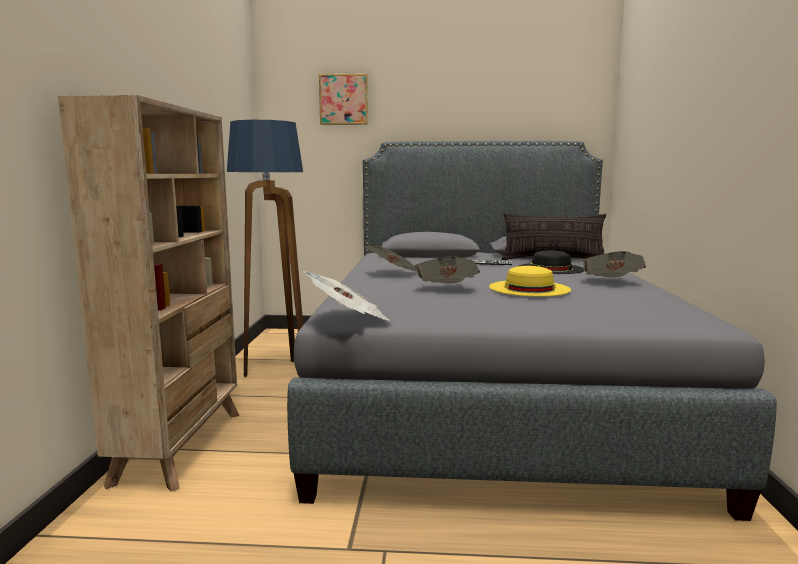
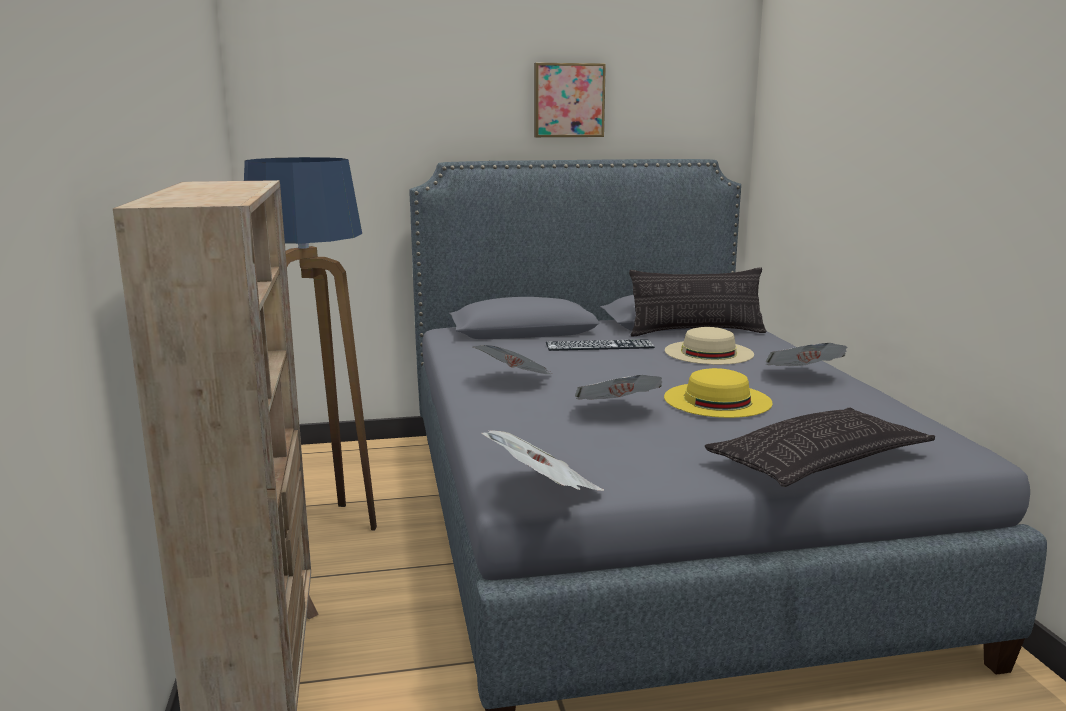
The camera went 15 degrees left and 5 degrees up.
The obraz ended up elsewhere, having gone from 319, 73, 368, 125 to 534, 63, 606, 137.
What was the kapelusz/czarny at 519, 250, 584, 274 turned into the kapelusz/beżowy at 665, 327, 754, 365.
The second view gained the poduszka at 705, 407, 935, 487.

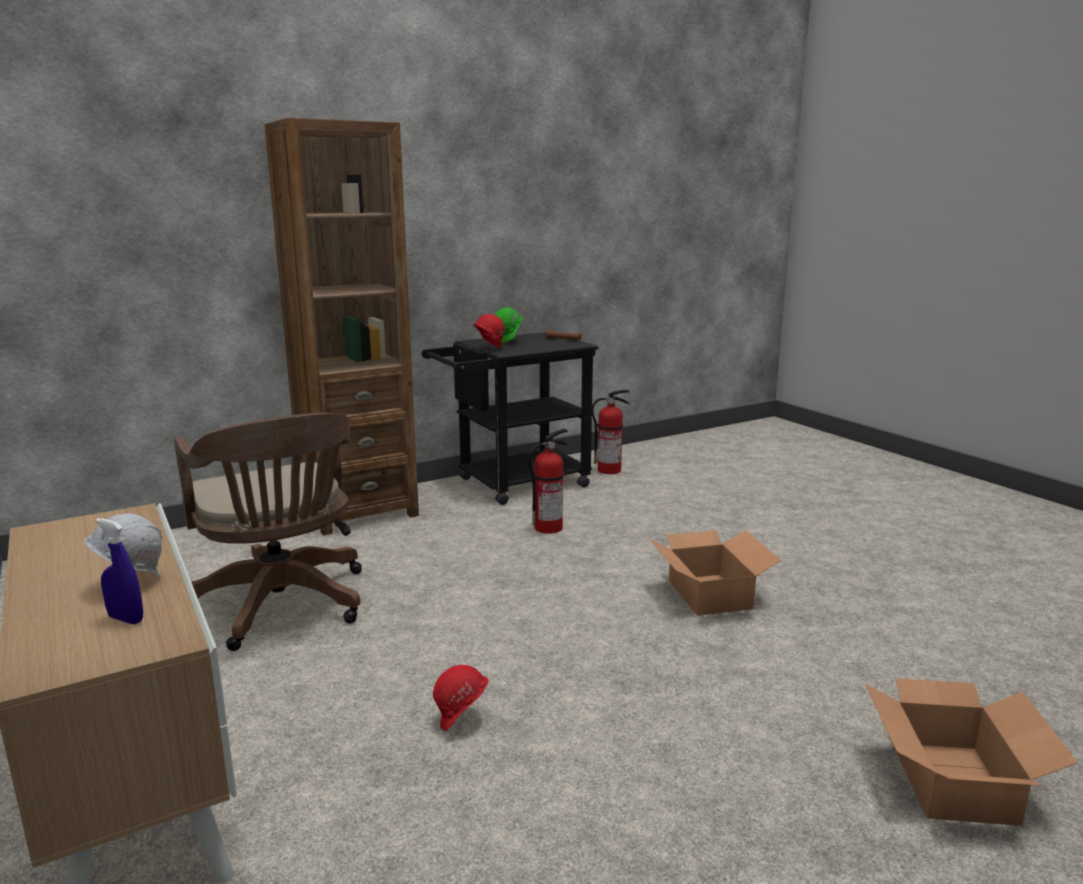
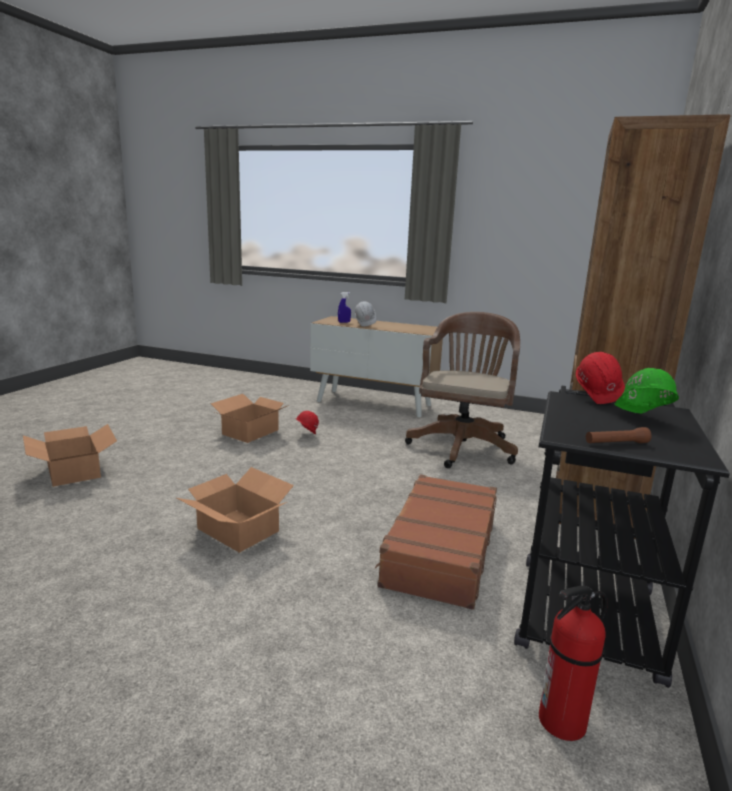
The camera went 140 degrees right and 0 degrees up.
The second view gained the karton at 211, 394, 289, 443.
Where the gaśnica stood at 528, 429, 568, 534, the walizka/brązowy came to stand at 375, 474, 497, 610.
The krzesło biurowe/brązowy at 174, 413, 362, 651 ended up facing another way, 90 degrees clockwise from before.

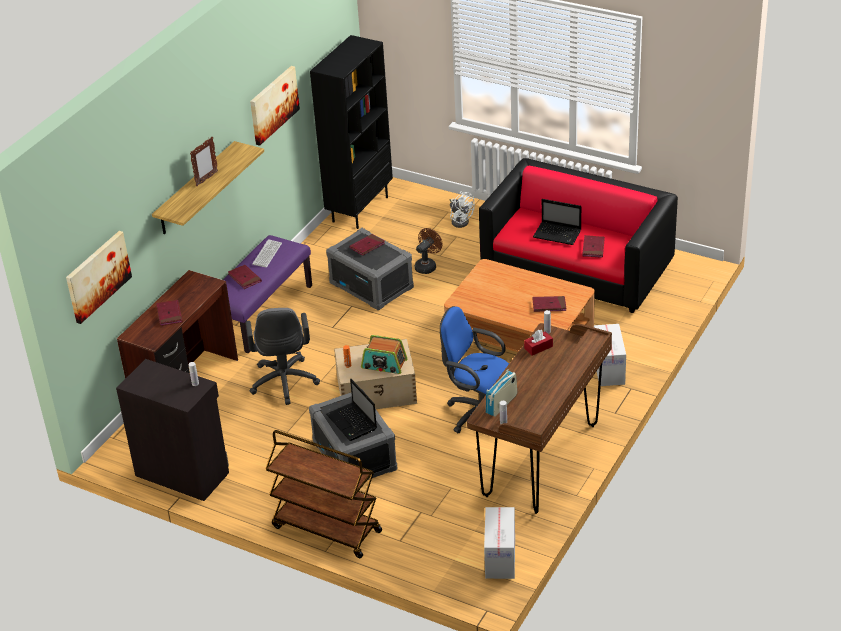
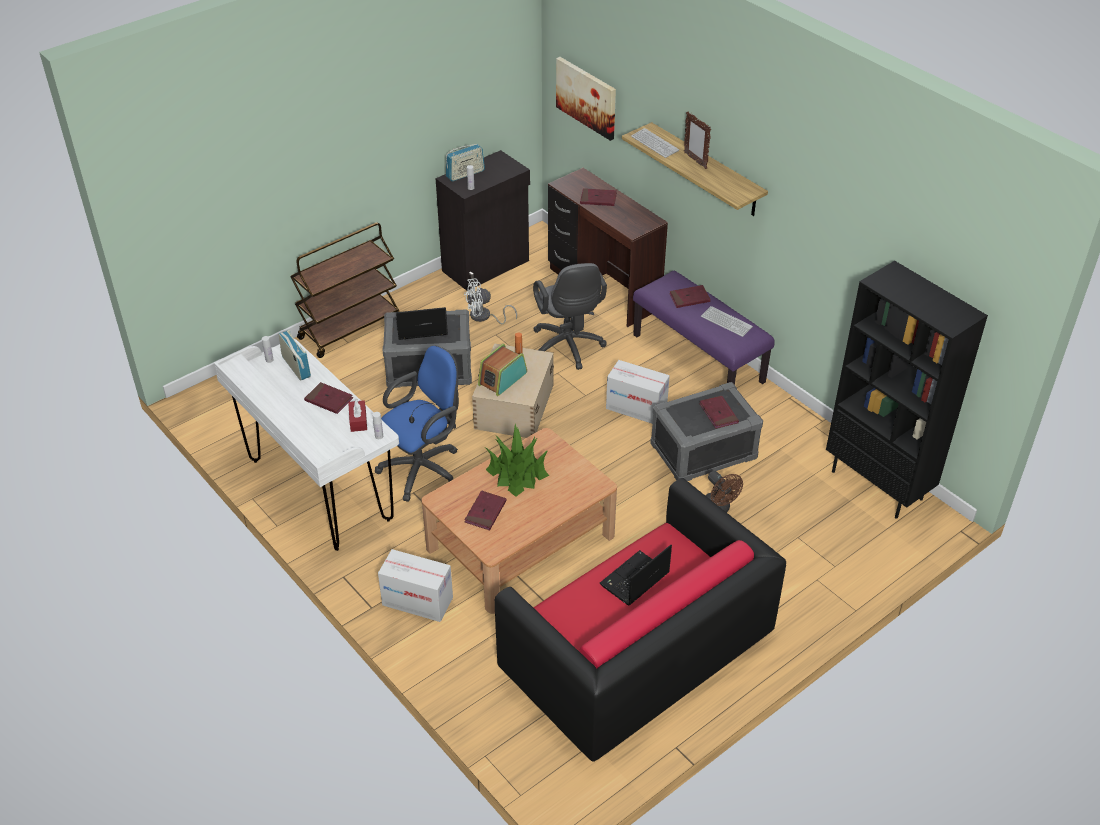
The camera went 110 degrees right and 5 degrees up.
What was the biurko/brązowy at 467, 323, 612, 514 turned into the biurko/biały at 214, 339, 399, 551.
The książka/czerwony ended up elsewhere, having gone from 582, 235, 605, 258 to 304, 382, 353, 414.
The second view gained the radio at 446, 144, 485, 181.
The wentylator/biały ended up elsewhere, having gone from 450, 191, 474, 228 to 464, 278, 517, 324.
The second view gained the roślina doniczkowa at 486, 424, 549, 497.
The krzesło biurowe/szary at 246, 308, 320, 405 ended up facing another way, 120 degrees counterclockwise from before.
The karton ended up elsewhere, having gone from 484, 507, 515, 579 to 606, 360, 670, 424.
The second view gained the klawiatura at 631, 128, 679, 158.
The second view lost the obraz at 250, 66, 300, 146.

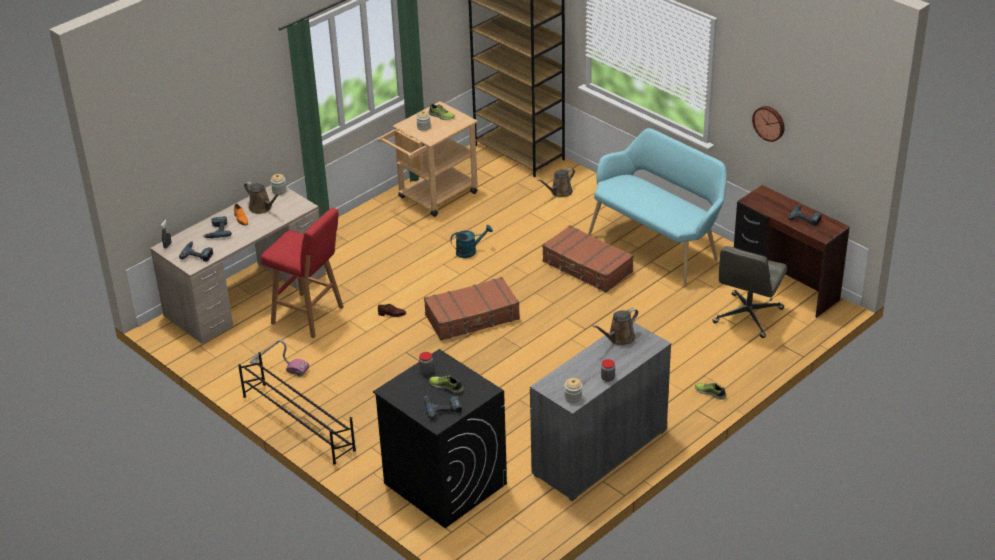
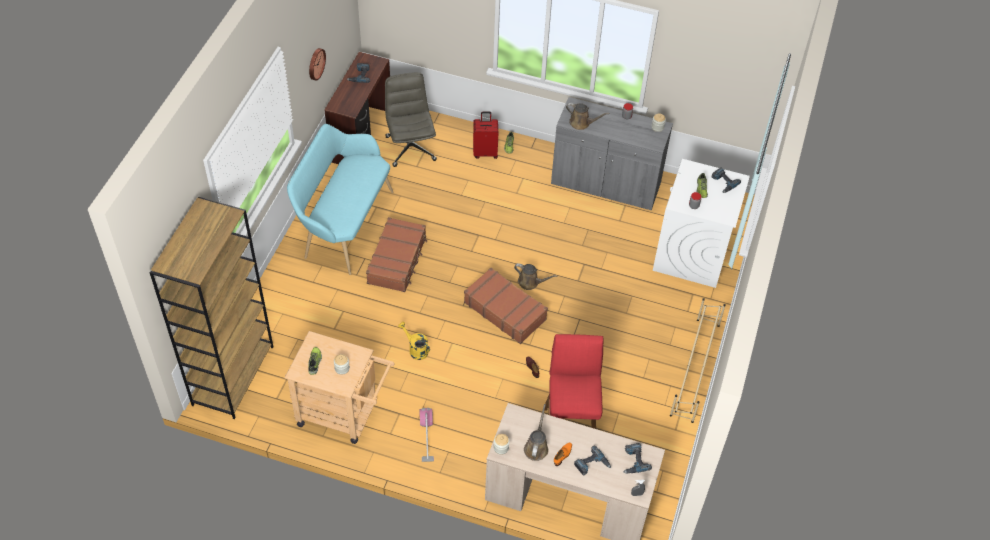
The camera went 120 degrees left and 15 degrees up.
The krzesło biurowe/szary at 712, 246, 787, 338 ended up facing another way, 105 degrees counterclockwise from before.
What was the konewka/turkusowy at 450, 225, 493, 258 turned into the konewka/żółty at 398, 322, 430, 360.
The odkurzacz ended up elsewhere, having gone from 250, 340, 309, 377 to 420, 408, 434, 462.
The second view gained the walizka/czerwony at 473, 112, 498, 159.
The konewka/brązowy ended up elsewhere, having gone from 538, 168, 575, 197 to 514, 263, 557, 290.
What was the pralka/czarny at 373, 349, 507, 528 turned into the pralka/biały at 653, 159, 750, 288.
What was the regał na buty/czarny at 238, 352, 356, 465 turned into the regał na buty/beżowy at 670, 298, 726, 423.

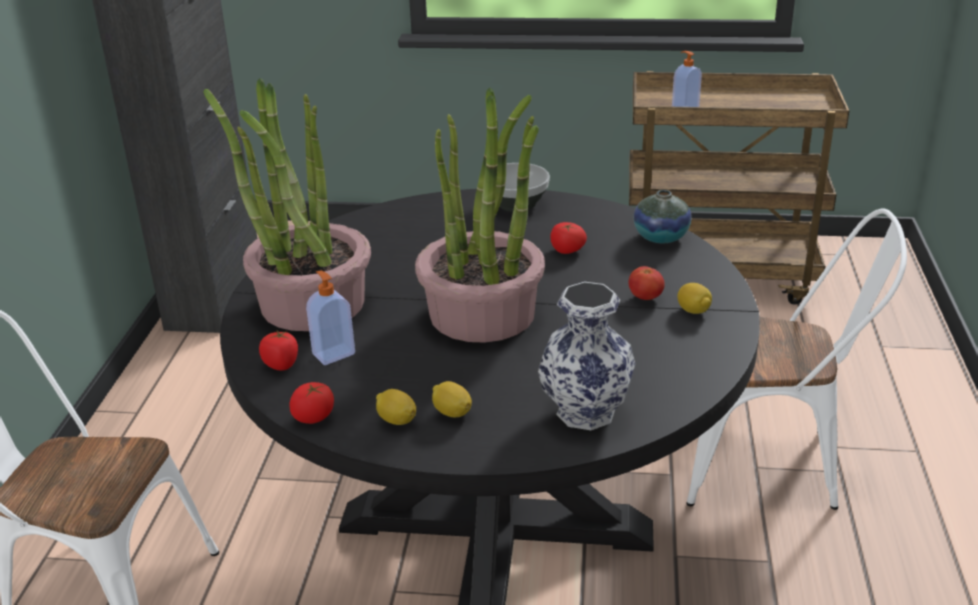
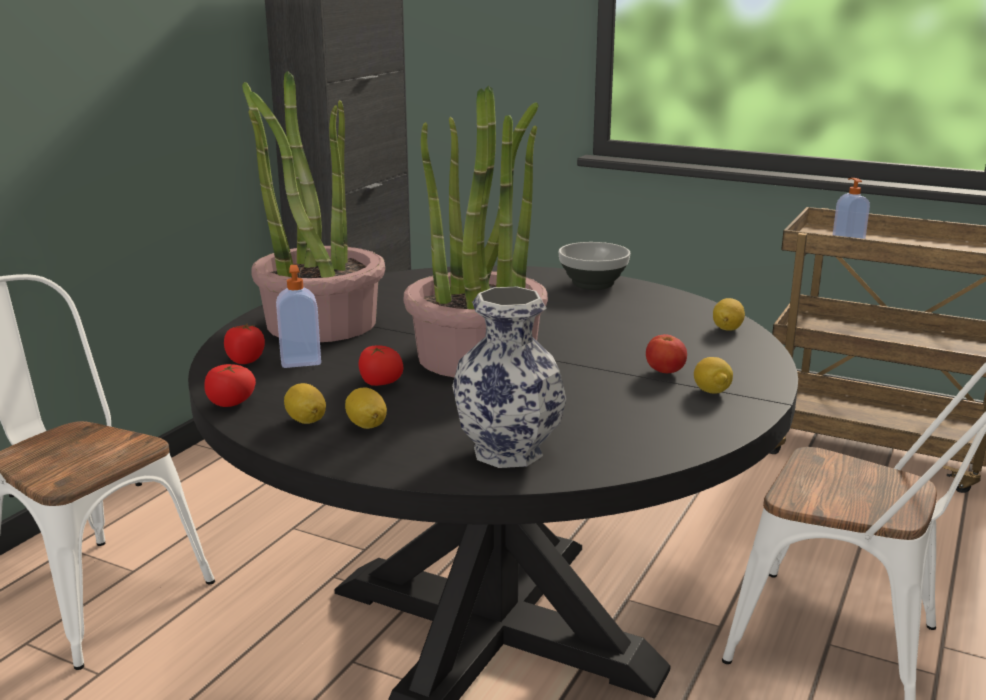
The camera went 20 degrees right and 10 degrees down.
The pomidor ended up elsewhere, having gone from 550, 222, 587, 254 to 358, 345, 403, 386.
Where the wazon stood at 634, 190, 691, 243, the cytryna came to stand at 713, 298, 745, 330.

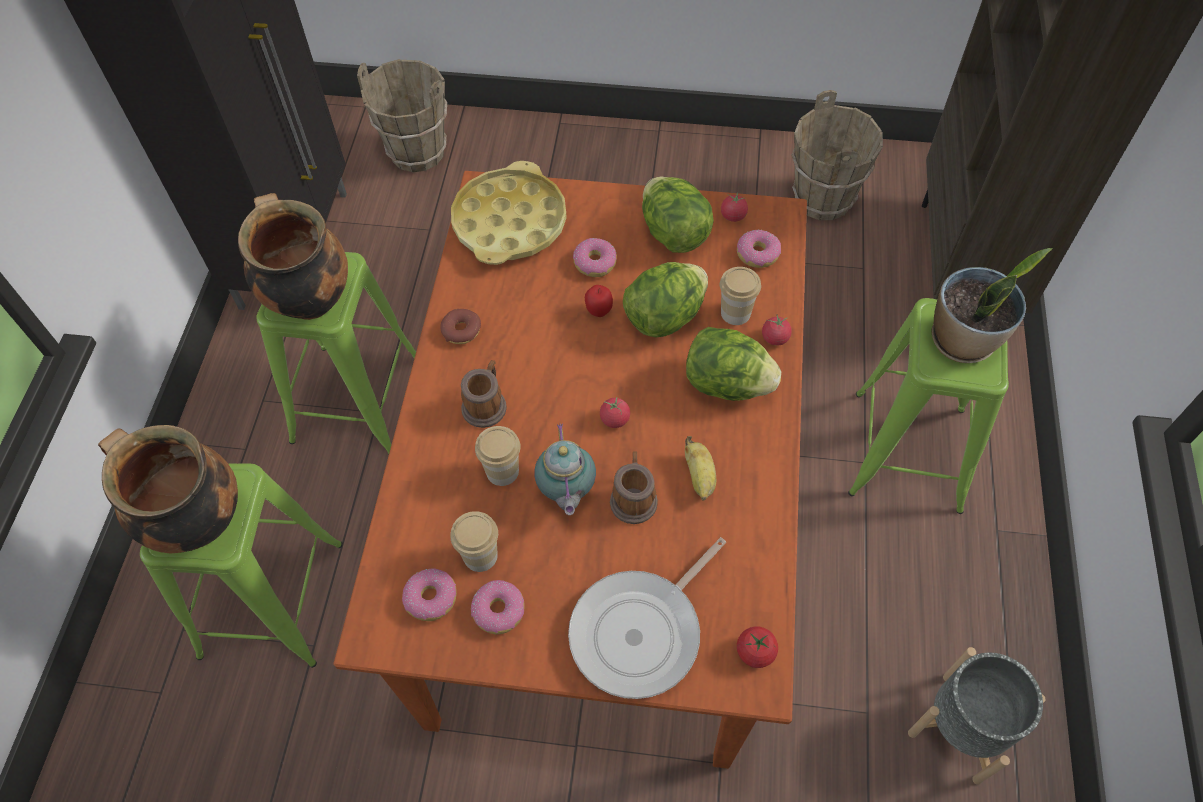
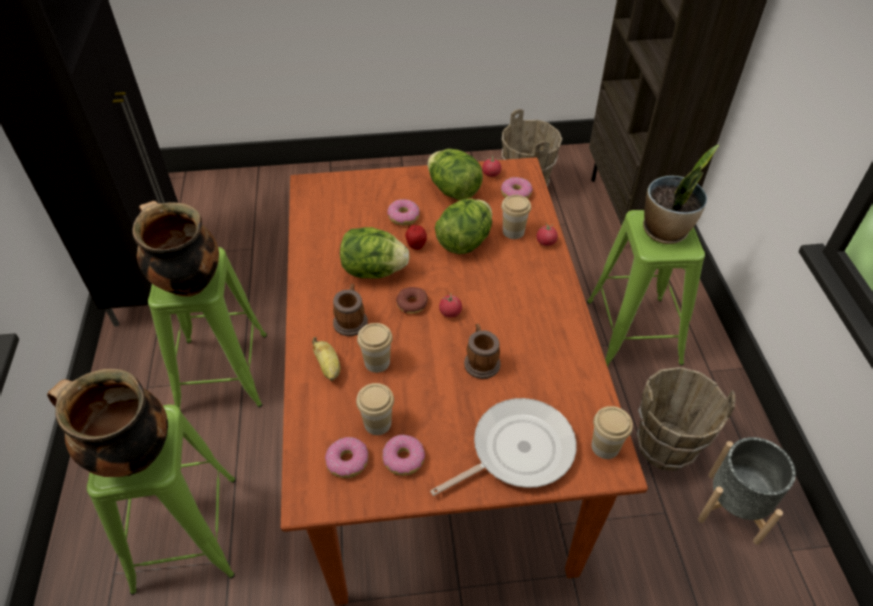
The camera went 15 degrees left and 10 degrees down.
The banan ended up elsewhere, having gone from 685, 436, 716, 500 to 312, 337, 340, 381.
The sałata ended up elsewhere, having gone from 686, 327, 781, 401 to 340, 227, 410, 279.
The donut ended up elsewhere, having gone from 440, 309, 481, 344 to 396, 287, 428, 314.
The patelnia at 568, 537, 726, 699 ended up facing another way, 150 degrees counterclockwise from before.
Where the pomidor stood at 737, 626, 778, 668, the filiżanka came to stand at 591, 406, 633, 459.
The wiadro/brązowy ended up elsewhere, having gone from 357, 59, 447, 172 to 636, 367, 735, 471.
The second view lost the taca/żółty at 451, 161, 567, 265.
The second view lost the imbryk at 534, 424, 596, 515.

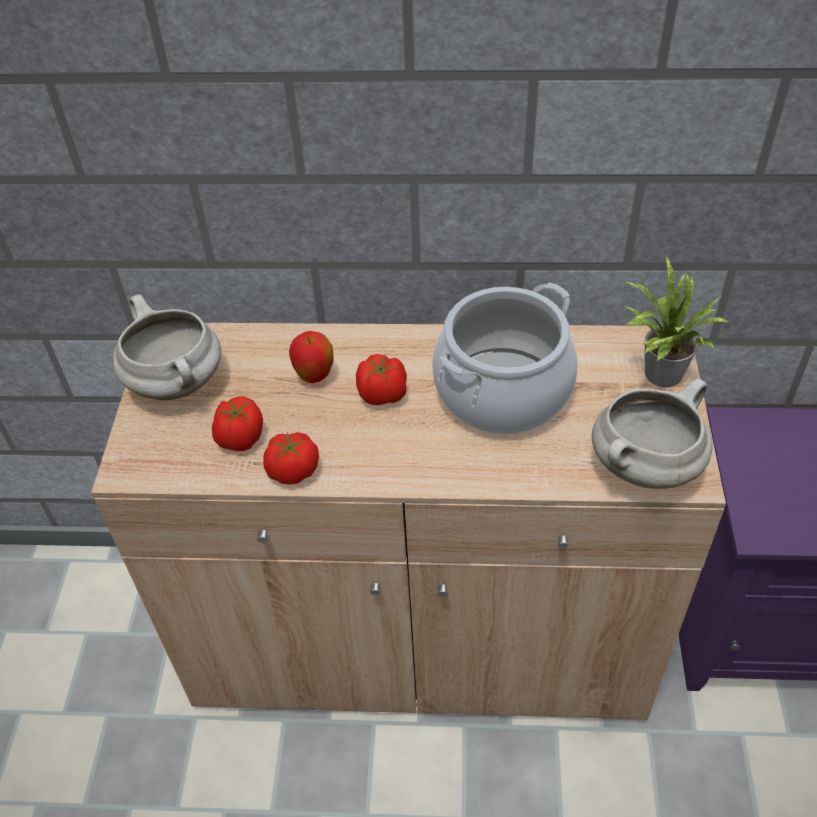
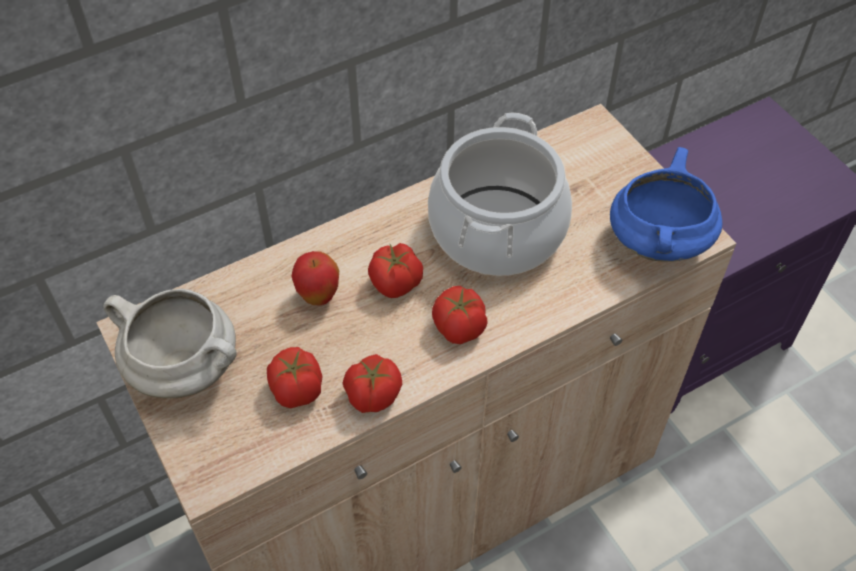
The camera went 35 degrees left and 5 degrees up.
The second view gained the pomidor at 432, 286, 488, 344.
What was the garnek/biały at 592, 378, 713, 489 turned into the garnek/niebieski at 610, 147, 722, 262.
The second view lost the roślina doniczkowa at 625, 256, 728, 387.

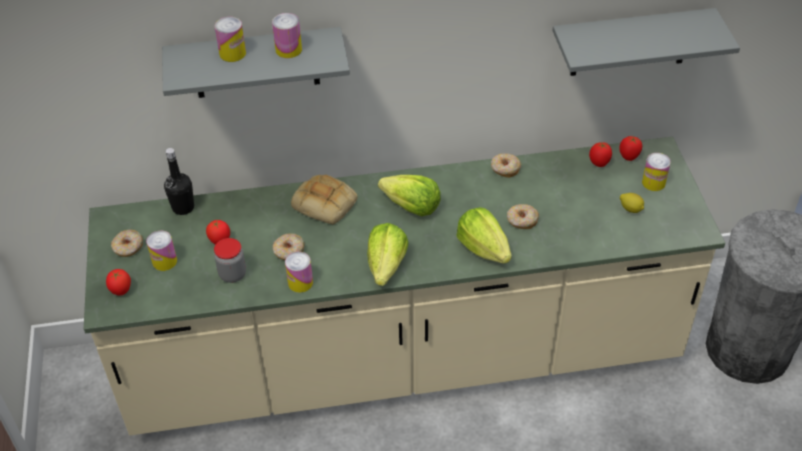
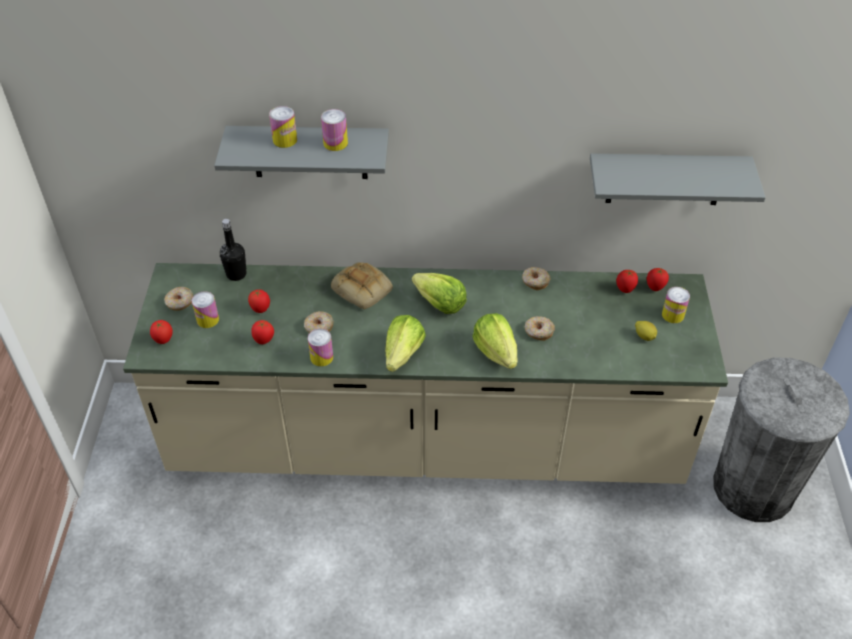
The camera went 10 degrees right and 0 degrees up.
Where the słoik stood at 214, 238, 246, 283, the pomidor came to stand at 252, 320, 274, 344.

